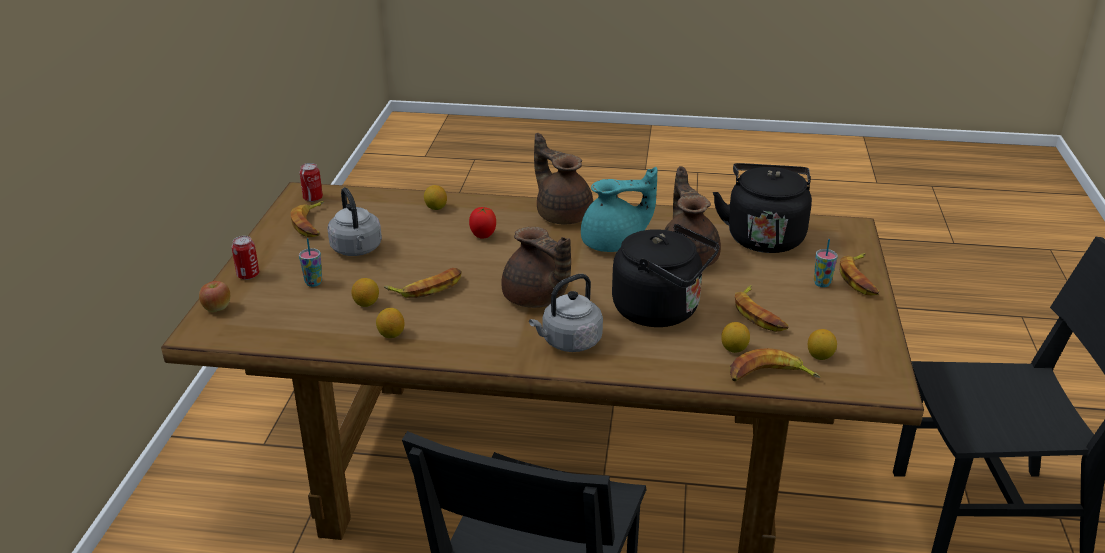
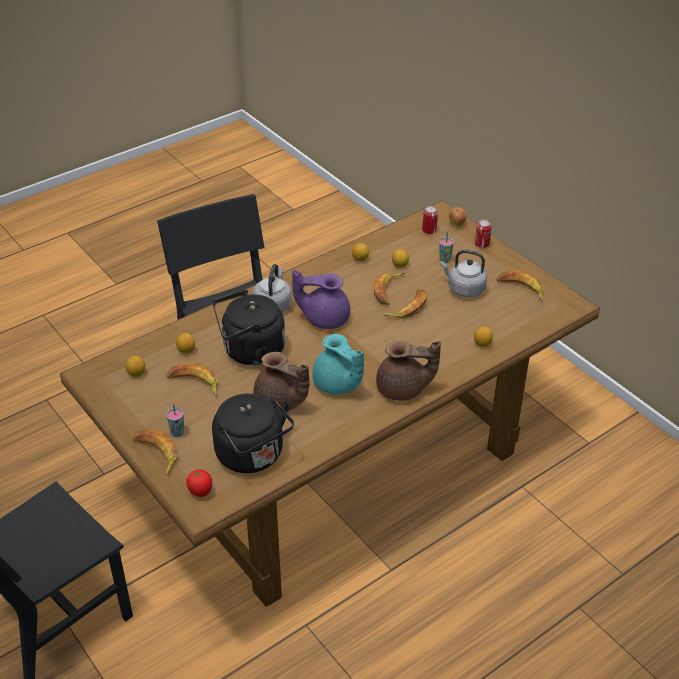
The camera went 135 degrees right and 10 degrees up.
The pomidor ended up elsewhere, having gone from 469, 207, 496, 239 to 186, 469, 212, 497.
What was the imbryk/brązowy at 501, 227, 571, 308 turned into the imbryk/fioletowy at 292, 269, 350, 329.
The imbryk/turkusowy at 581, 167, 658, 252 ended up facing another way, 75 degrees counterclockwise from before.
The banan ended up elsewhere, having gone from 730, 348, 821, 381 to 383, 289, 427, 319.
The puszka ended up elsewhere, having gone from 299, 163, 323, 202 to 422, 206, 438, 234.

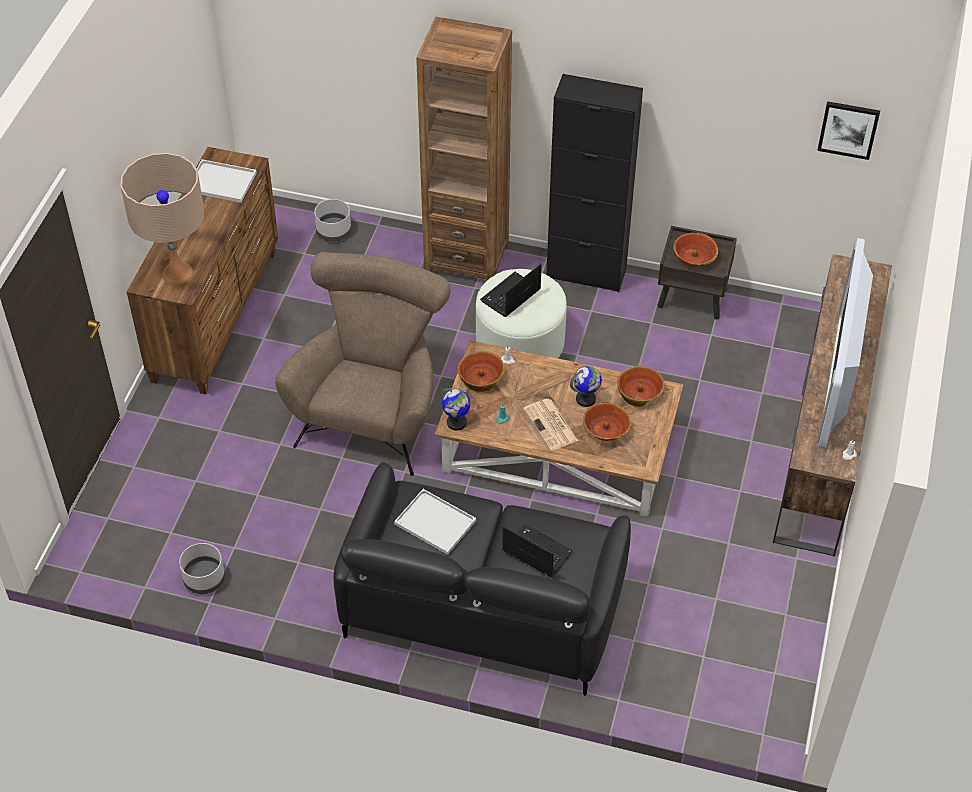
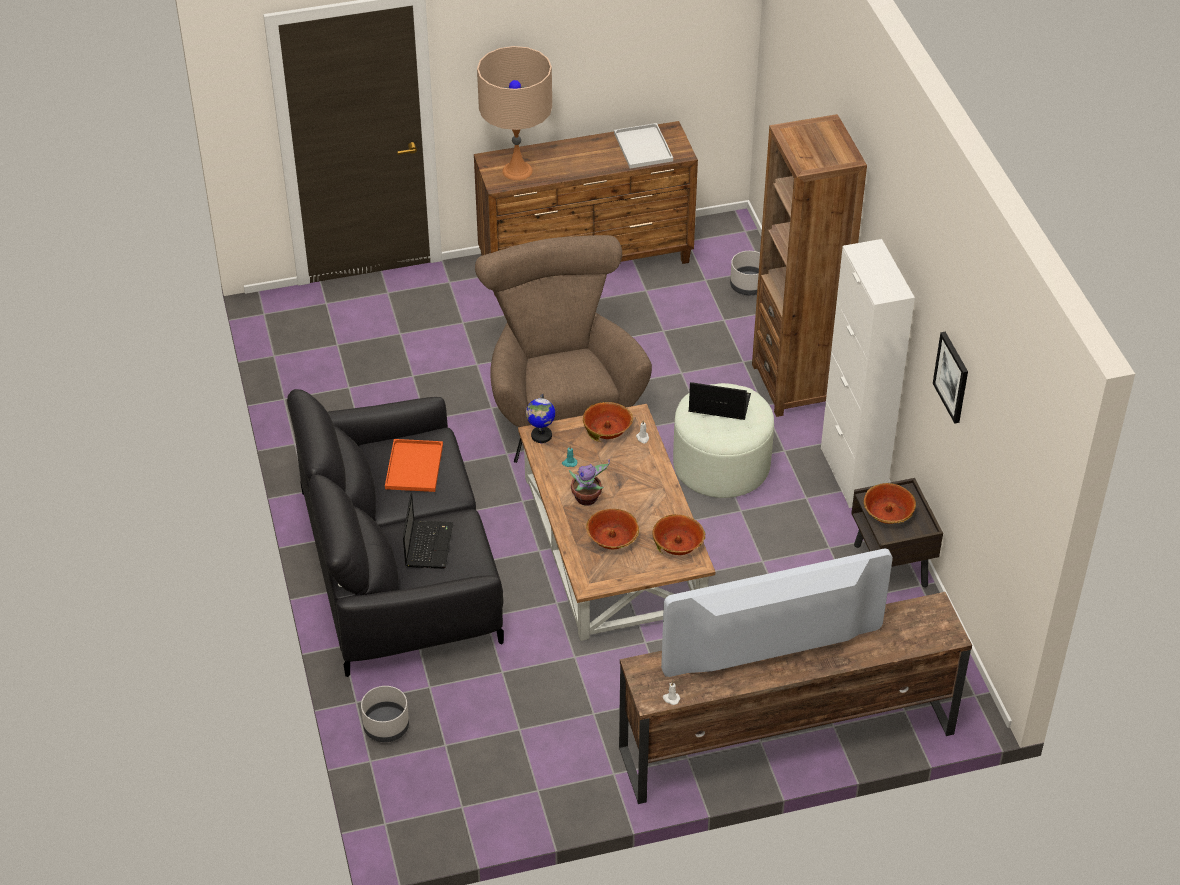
The camera went 60 degrees right and 5 degrees down.
The donica/szary ended up elsewhere, having gone from 179, 543, 225, 594 to 361, 686, 409, 742.
What was the taca/biały at 394, 489, 476, 555 turned into the taca/pomarańczowy at 385, 439, 443, 492.
The fotel/brązowy at 275, 252, 450, 476 ended up facing another way, 90 degrees counterclockwise from before.
Where the gazeta stood at 523, 399, 578, 451, the roślina doniczkowa came to stand at 569, 459, 610, 506.
What was the szafka/czarny at 546, 74, 643, 292 turned into the szafka/biały at 821, 239, 915, 508.
The obraz ended up elsewhere, having gone from 817, 101, 880, 160 to 933, 332, 968, 424.
The second view lost the globus at 570, 366, 602, 407.

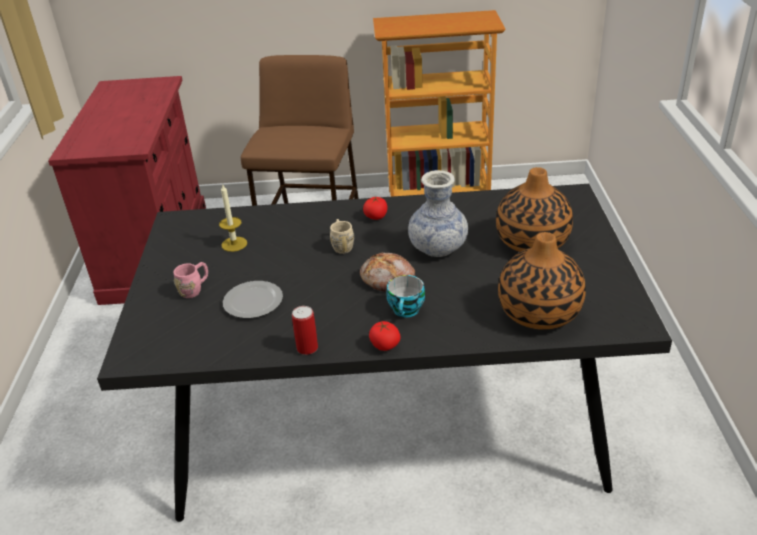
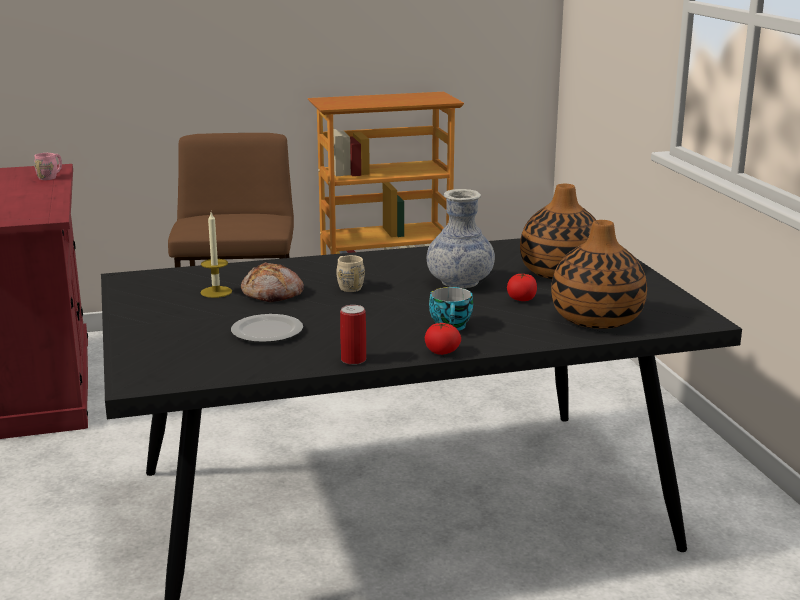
The camera went 15 degrees left and 15 degrees down.
The kubek/różowy ended up elsewhere, having gone from 174, 262, 208, 298 to 34, 153, 62, 180.
The chleb ended up elsewhere, having gone from 360, 252, 415, 292 to 241, 262, 304, 303.
The pomidor ended up elsewhere, having gone from 363, 196, 387, 220 to 507, 273, 537, 301.

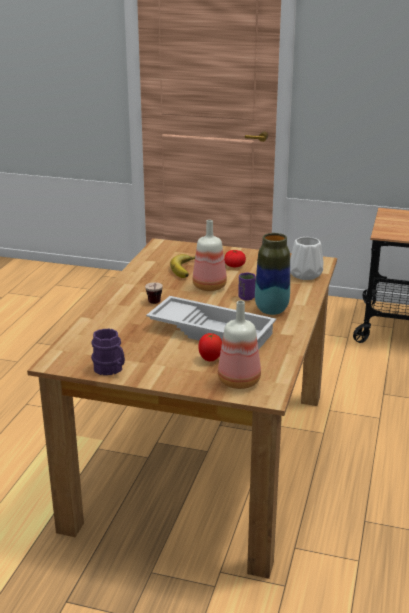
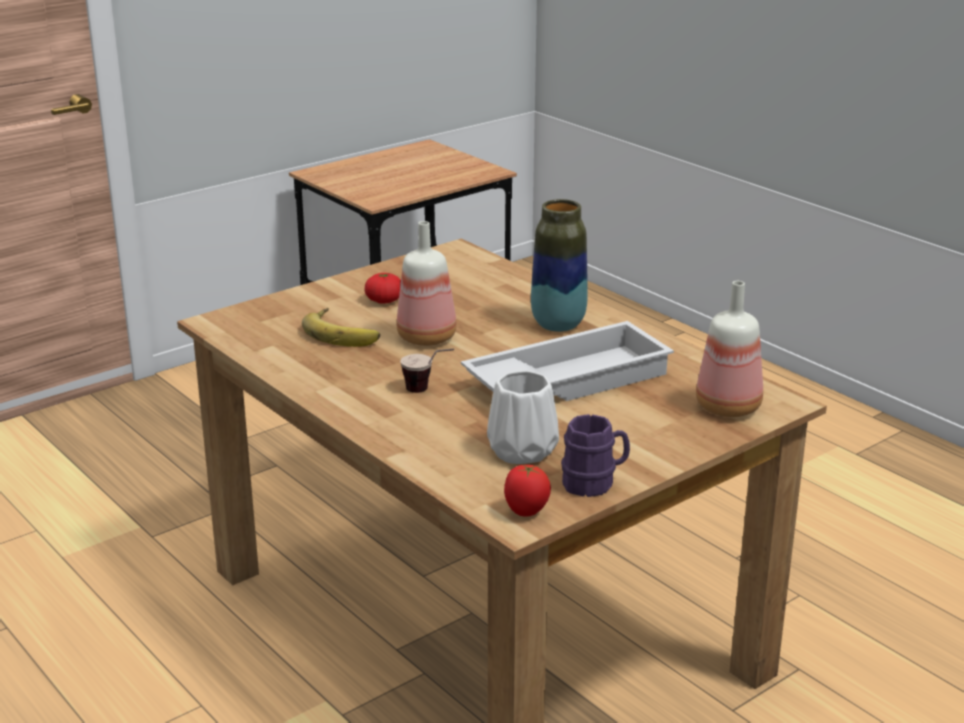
The camera went 55 degrees left and 0 degrees up.
The wazon/biały ended up elsewhere, having gone from 290, 237, 323, 280 to 487, 371, 559, 464.
The pomidor ended up elsewhere, having gone from 198, 333, 222, 361 to 504, 465, 551, 517.
The second view lost the filiżanka/fioletowy at 238, 273, 256, 301.

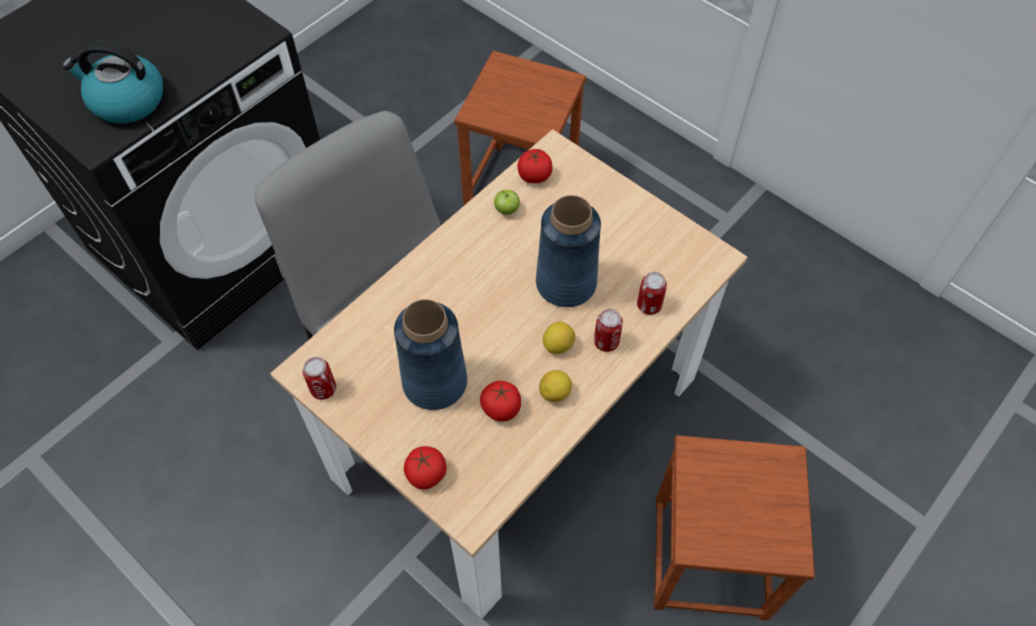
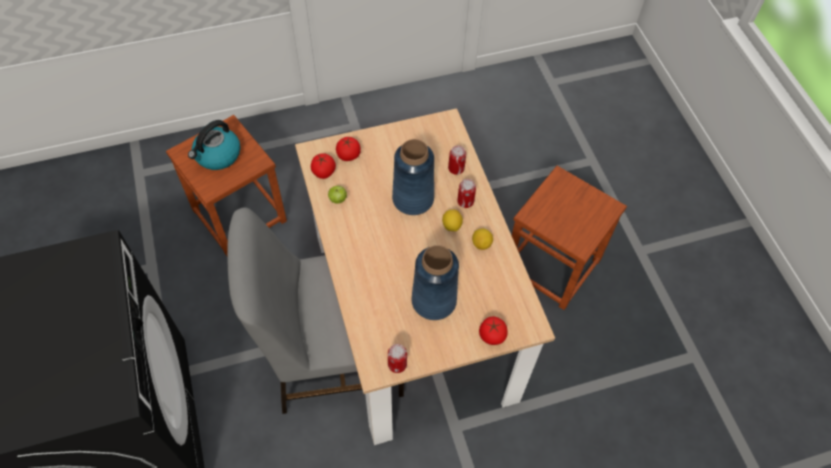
The camera went 60 degrees left and 0 degrees up.
The czajnik ended up elsewhere, having gone from 63, 42, 163, 124 to 188, 120, 241, 170.
The pomidor ended up elsewhere, having gone from 480, 381, 521, 422 to 336, 136, 361, 161.

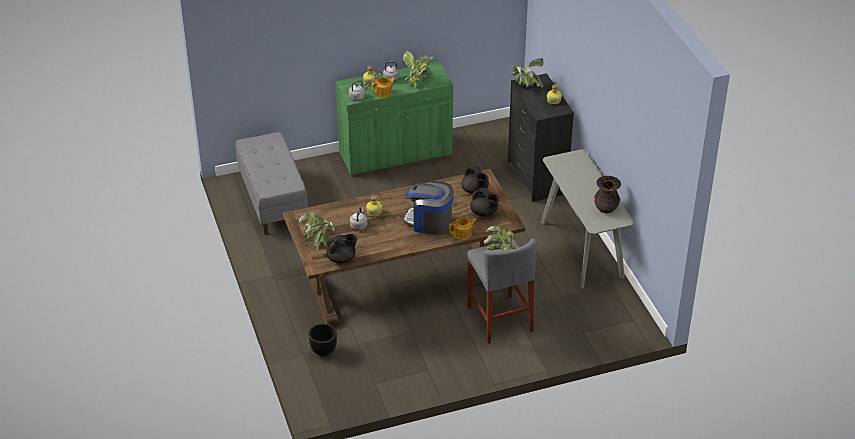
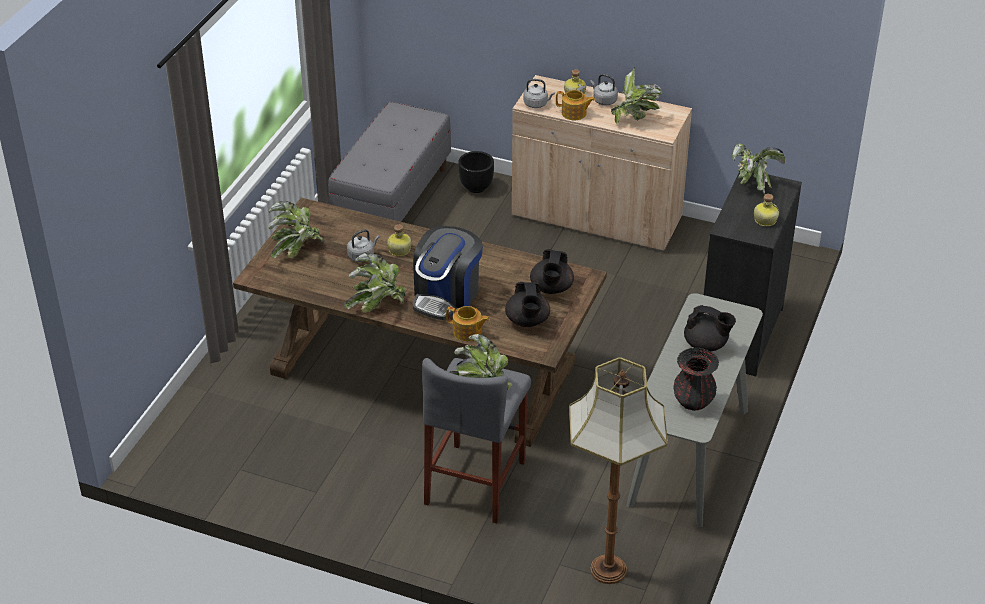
The camera went 40 degrees right and 0 degrees up.
The second view gained the roślina doniczkowa at 344, 253, 406, 313.
The ekspres do kawy at 403, 181, 454, 235 ended up facing another way, 120 degrees counterclockwise from before.
The donica/czarny ended up elsewhere, having gone from 309, 323, 337, 356 to 458, 151, 494, 193.
What was the szafka/zielony at 336, 62, 453, 175 turned into the szafka/beżowy at 512, 75, 692, 251.
The second view gained the lampa stojąca at 569, 358, 668, 584.
The imbryk/czarny ended up elsewhere, having gone from 327, 234, 358, 264 to 684, 305, 736, 351.

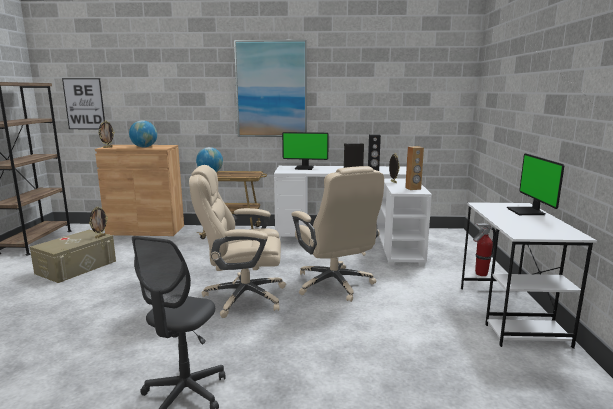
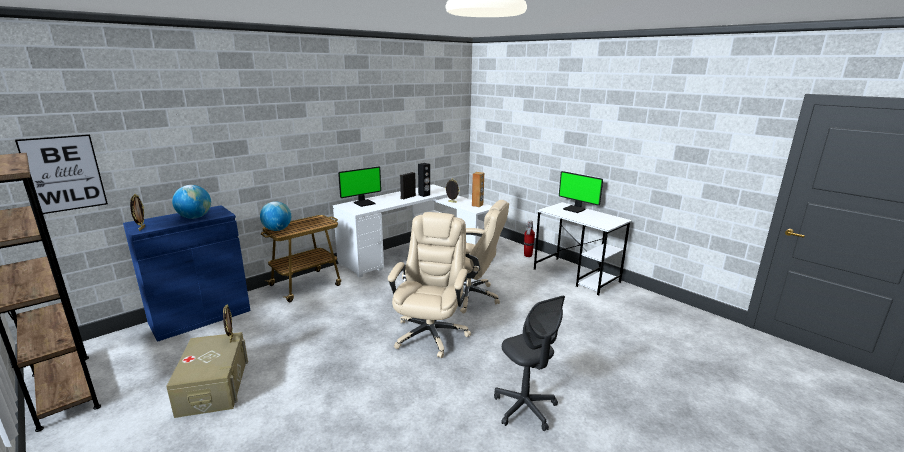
The camera went 45 degrees left and 5 degrees up.
What was the szafka/brązowy at 95, 145, 184, 236 turned into the szafka/niebieski at 123, 205, 251, 342.
The krzesło biurowe/beżowy at 189, 165, 286, 318 ended up facing another way, 150 degrees clockwise from before.
The second view lost the obraz at 234, 40, 307, 137.

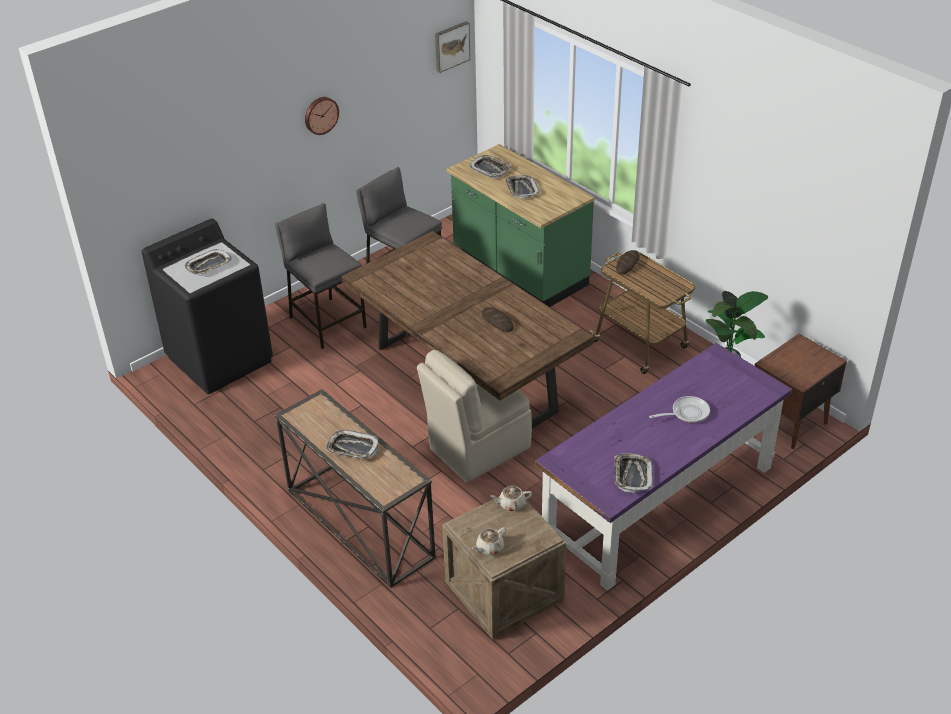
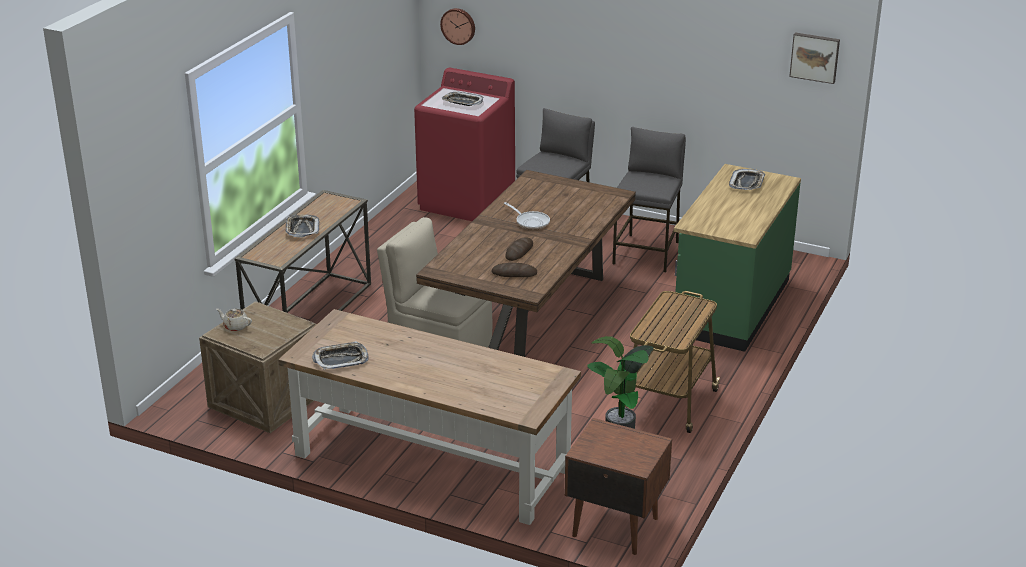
The camera went 65 degrees right and 10 degrees down.
What was the biurko/fioletowy at 535, 343, 792, 591 turned into the biurko/brązowy at 278, 309, 581, 525.
What was the pralka/czarny at 141, 219, 273, 394 turned into the pralka/czerwony at 414, 68, 515, 221.
The zegar ścienny ended up elsewhere, having gone from 305, 97, 339, 135 to 440, 8, 475, 45.
The chleb ended up elsewhere, having gone from 616, 250, 640, 274 to 492, 263, 537, 277.
The patelnia ended up elsewhere, having gone from 649, 396, 710, 423 to 504, 202, 550, 230.
The second view lost the imbryk/beżowy at 490, 486, 532, 511.
The second view lost the taca at 505, 175, 540, 198.

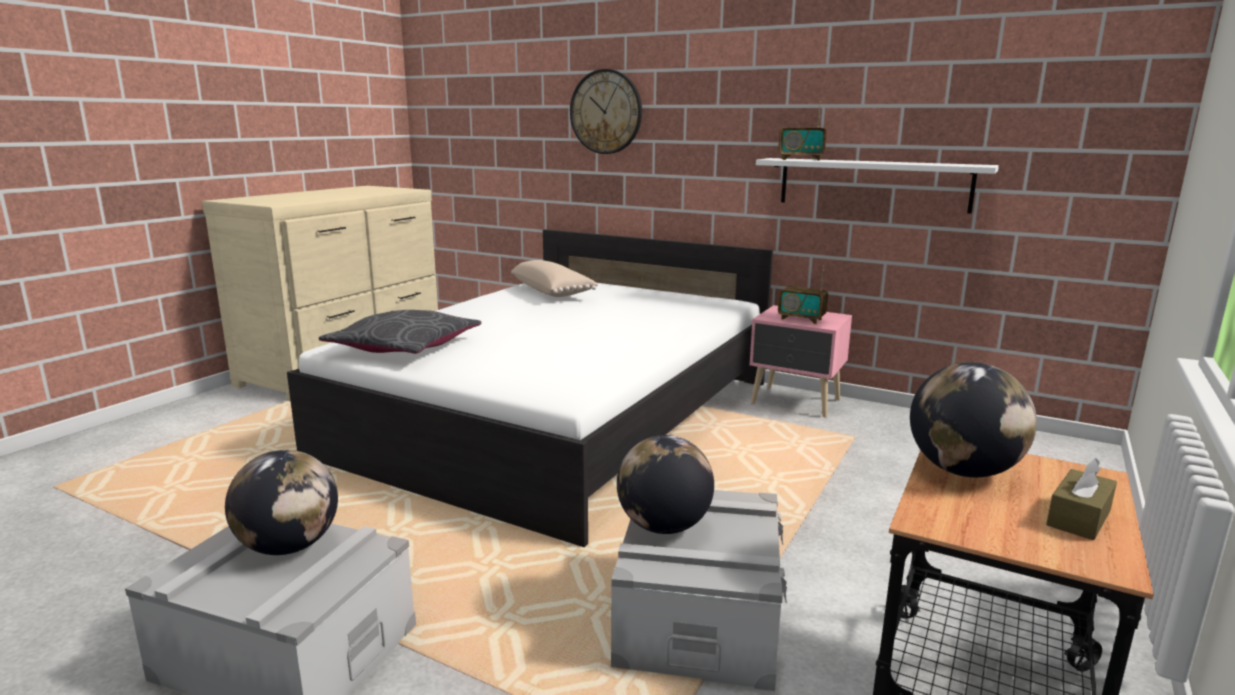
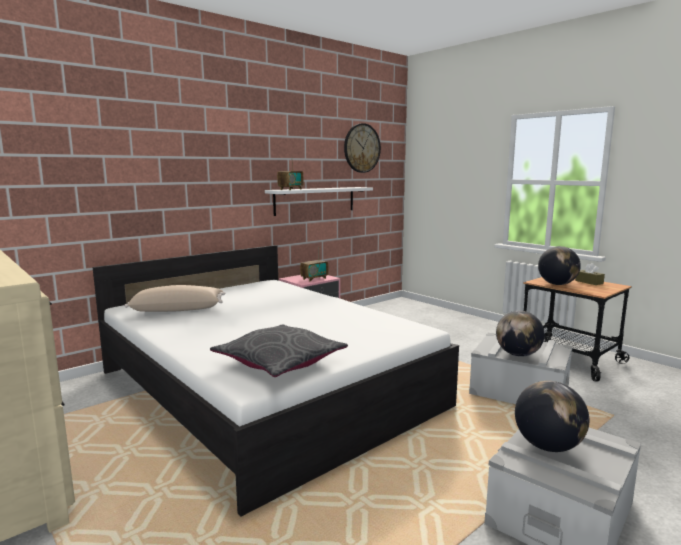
The camera went 70 degrees left and 5 degrees down.
The zegar ścienny ended up elsewhere, having gone from 570, 69, 642, 154 to 344, 123, 381, 173.

